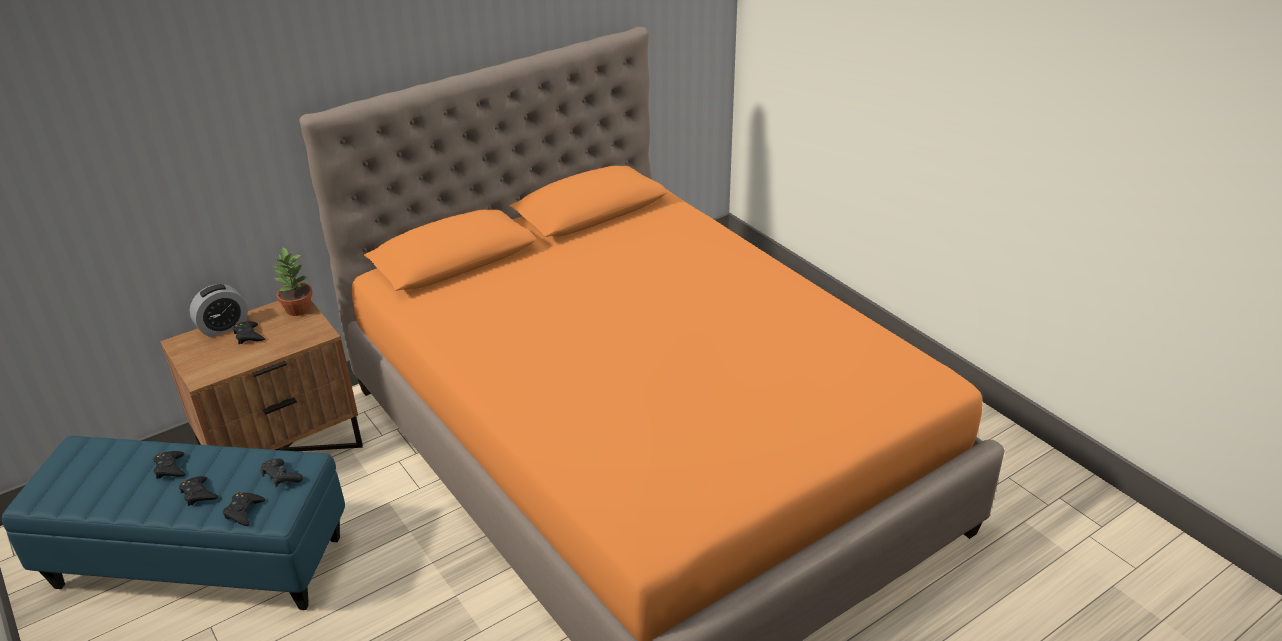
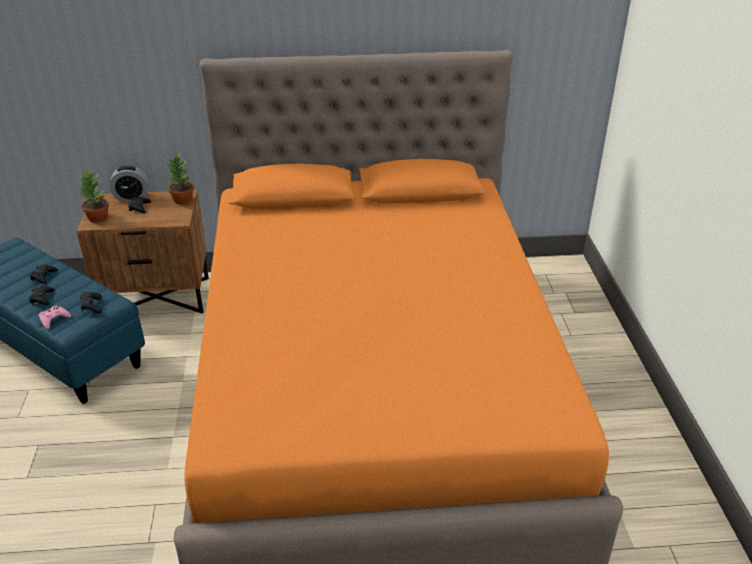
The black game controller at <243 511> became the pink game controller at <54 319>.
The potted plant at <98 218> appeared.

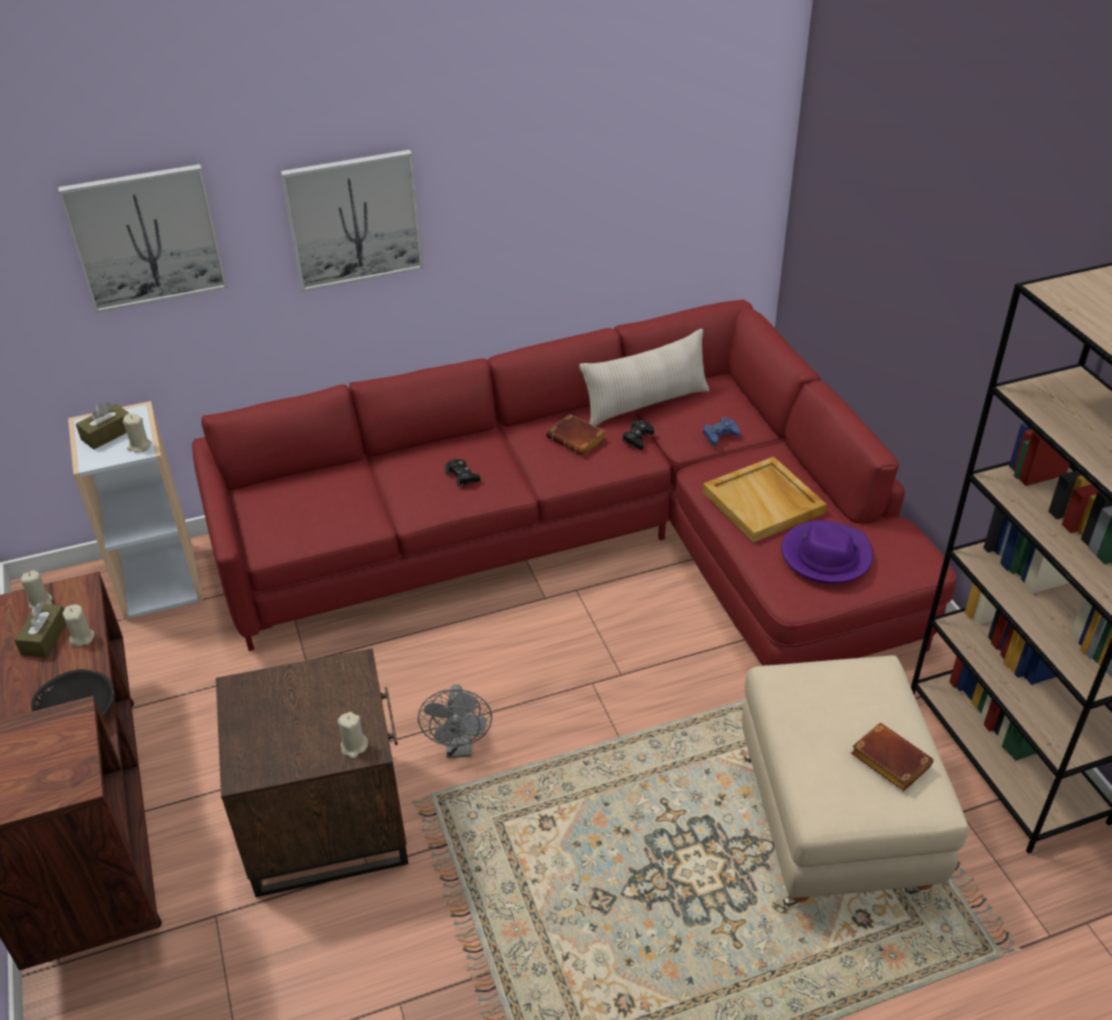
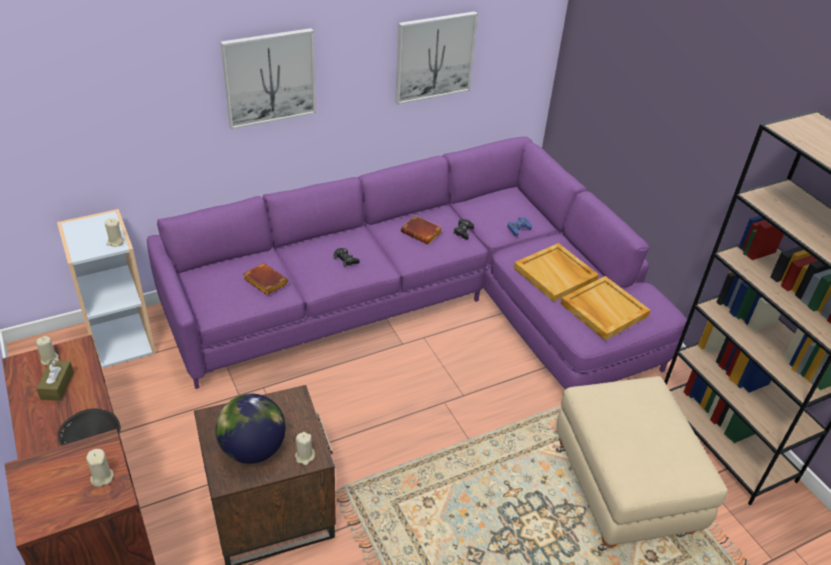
The beige candle moved from <82 638> to <101 477>.
The red sofa at <587 541> became the purple sofa at <426 303>.
The globe at <253 449> appeared.
The brown book moved from <887 761> to <264 282>.
The picture moved from <146 237> to <434 57>.
The purple hat at <826 556> was replaced by the beige tray at <603 310>.
The brown tissue box at <107 434> disappeared.
The grey fan at <459 747> disappeared.
The beige pillow at <645 403> disappeared.

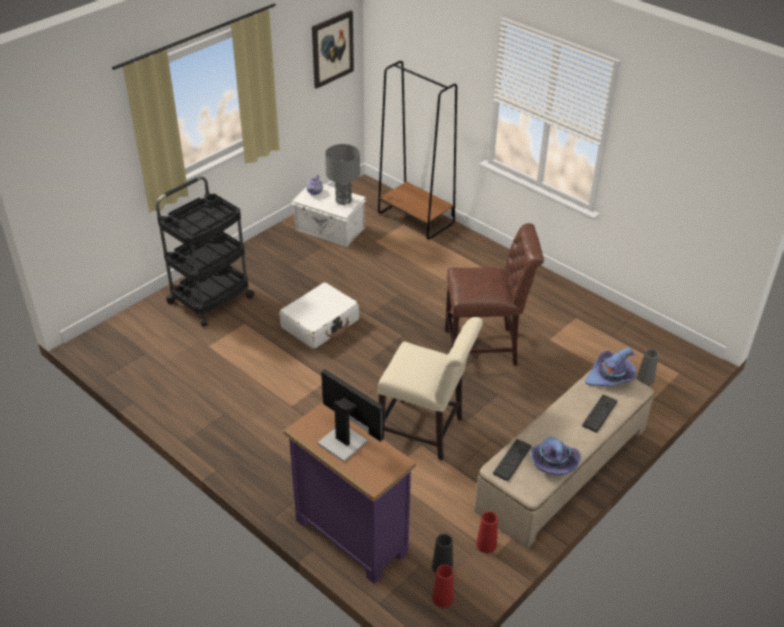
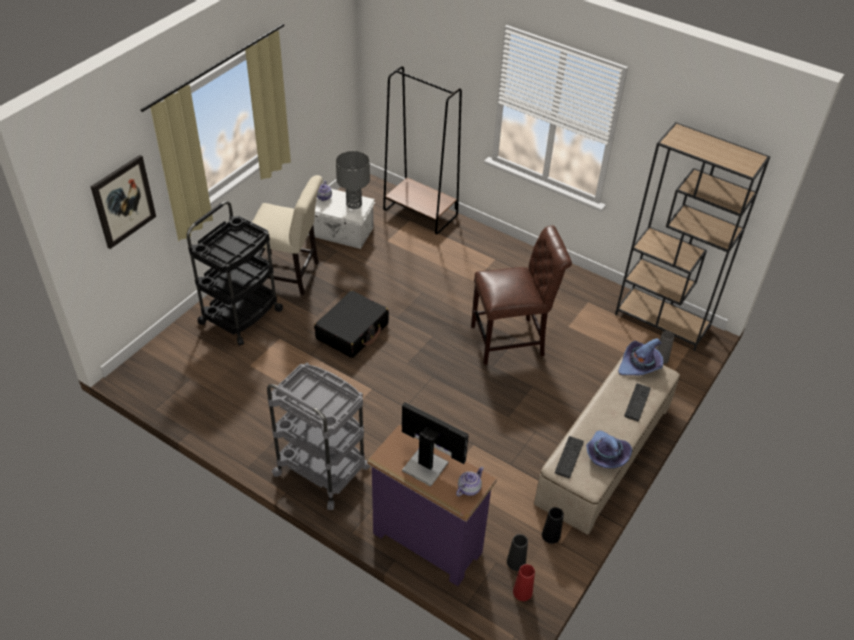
The picture moved from <332 49> to <123 201>.
The beige chair moved from <426 432> to <290 275>.
The grey cart at <322 470> appeared.
The white suitcase at <320 324> became the black suitcase at <352 331>.
The teapot at <469 488> appeared.
The red vase at <486 544> became the black vase at <551 535>.
The bookcase at <663 321> appeared.

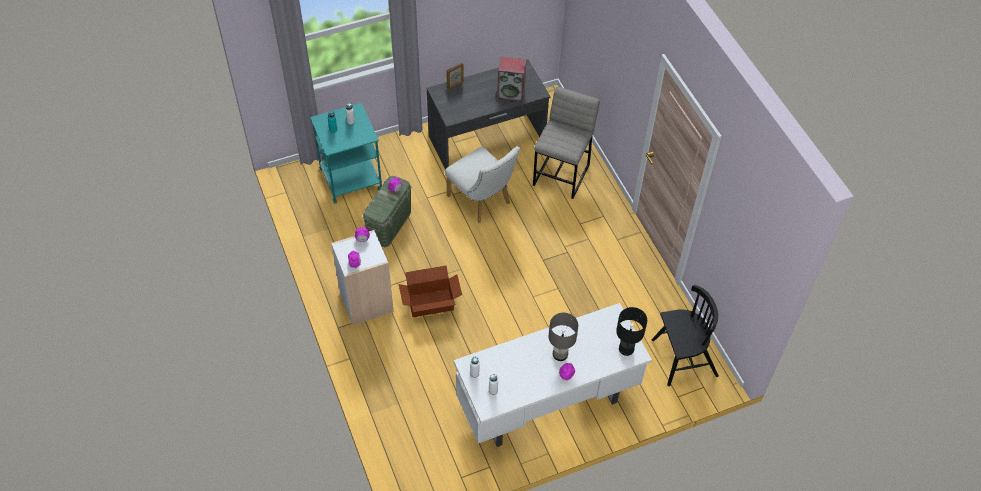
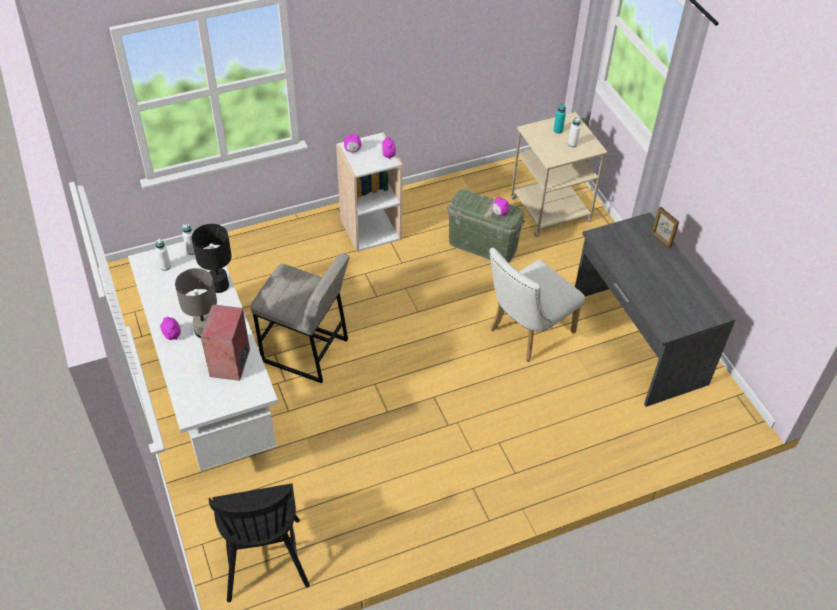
The black table lamp moved from <626 349> to <219 285>.
The speaker moved from <511 93> to <230 363>.
The grey chair moved from <562 173> to <307 351>.
The turquoise cart at <351 178> became the beige cart at <550 211>.
The cardboard box at <430 302> disappeared.

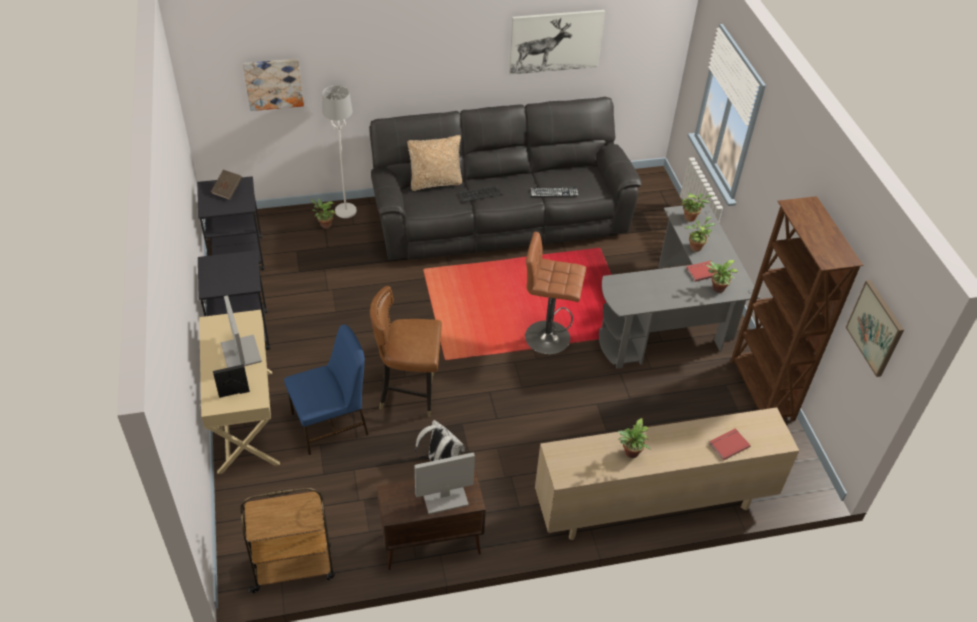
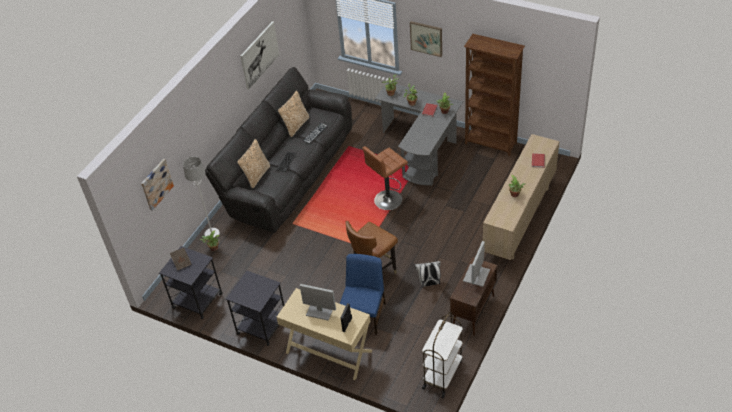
The beige pillow at <296 126> appeared.
The picture moved from <875 328> to <426 38>.
The brown cart at <293 569> became the white cart at <443 374>.

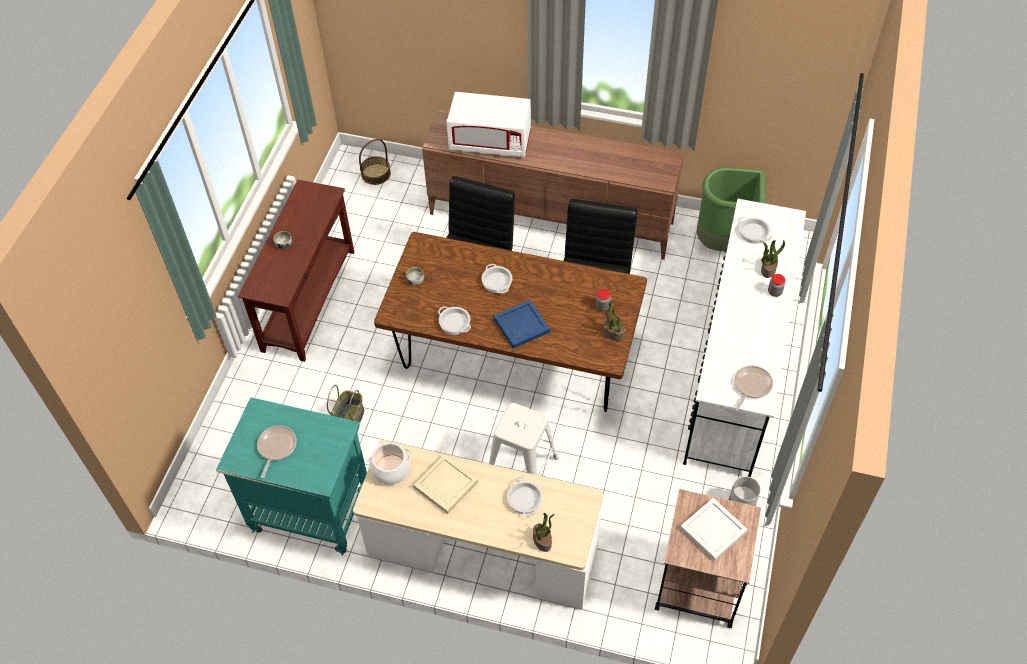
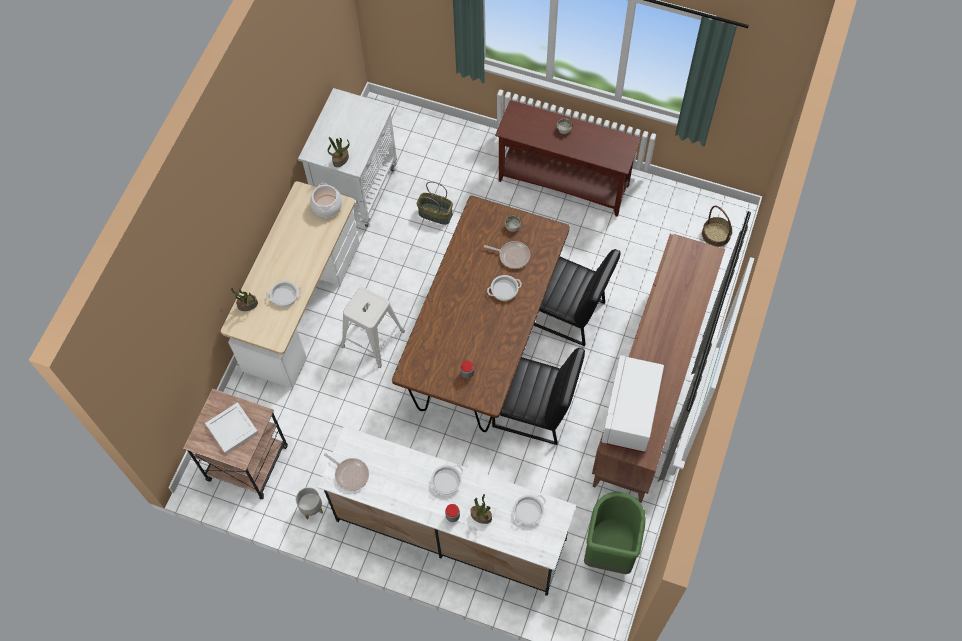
The turquoise cart at <310 511> became the white cart at <357 188>.
The potted plant moved from <612 334> to <340 159>.
The cooking pot moved from <455 323> to <446 481>.
The frying pan moved from <276 447> to <512 256>.
The white microwave moved from <490 142> to <630 413>.
The beige tray at <445 484> disappeared.
The blue tray at <520 325> disappeared.

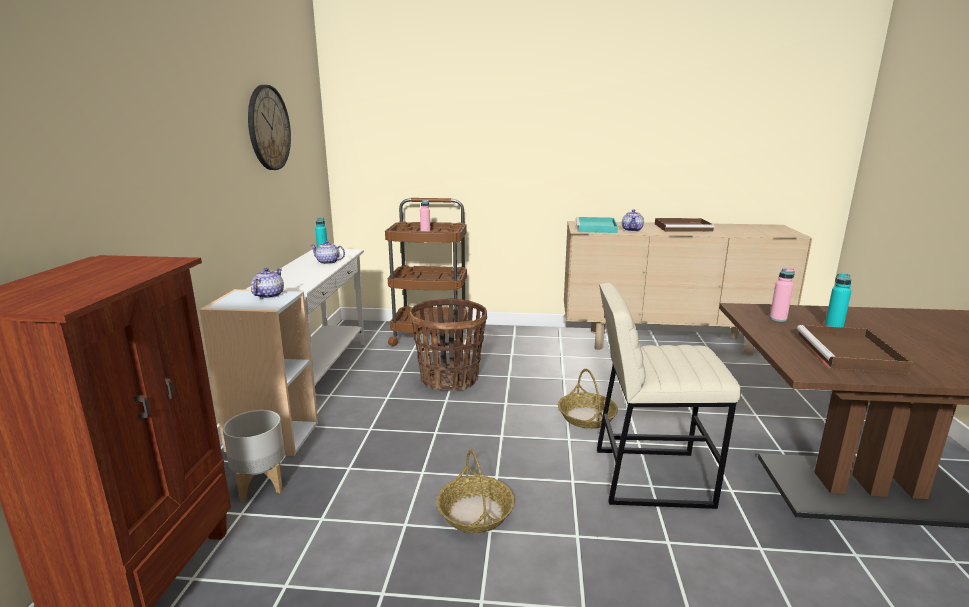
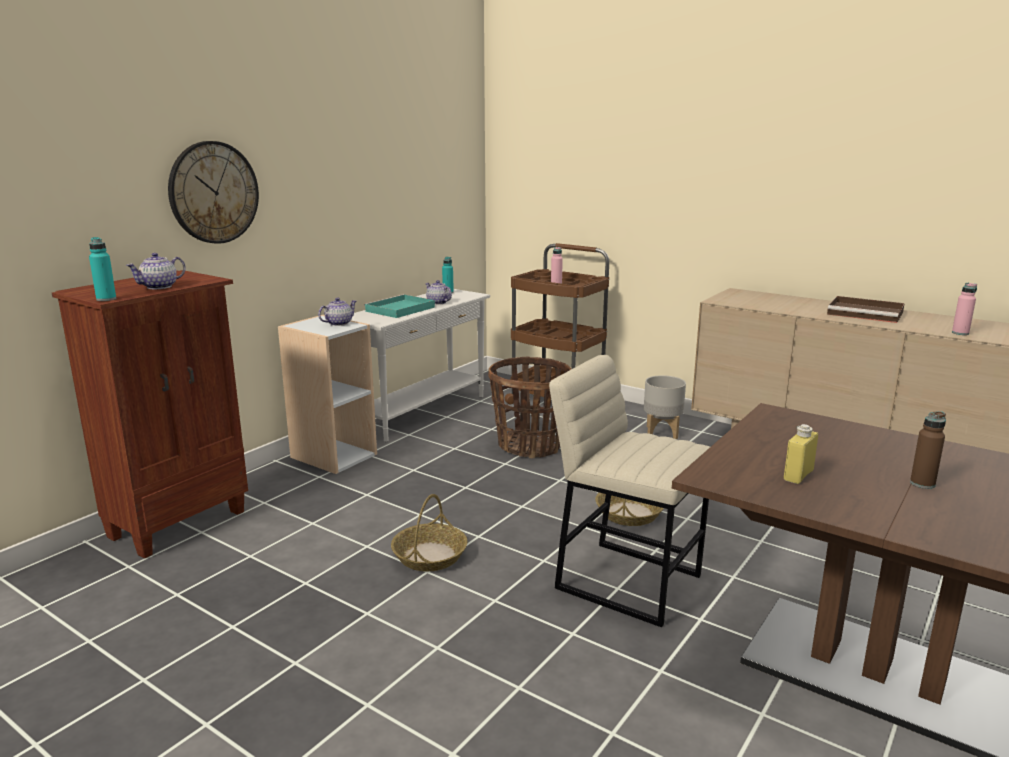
The turquoise bottle moved from <833 326> to <106 299>.
The teapot moved from <632 230> to <160 287>.
The wall clock moved from <268 128> to <213 192>.
The turquoise tray moved from <596 228> to <399 309>.
The grey planter moved from <262 485> to <662 432>.
The brown tray at <850 353> was replaced by the yellow bottle at <798 475>.
The brown bottle at <922 484> appeared.
The pink bottle moved from <778 319> to <960 333>.

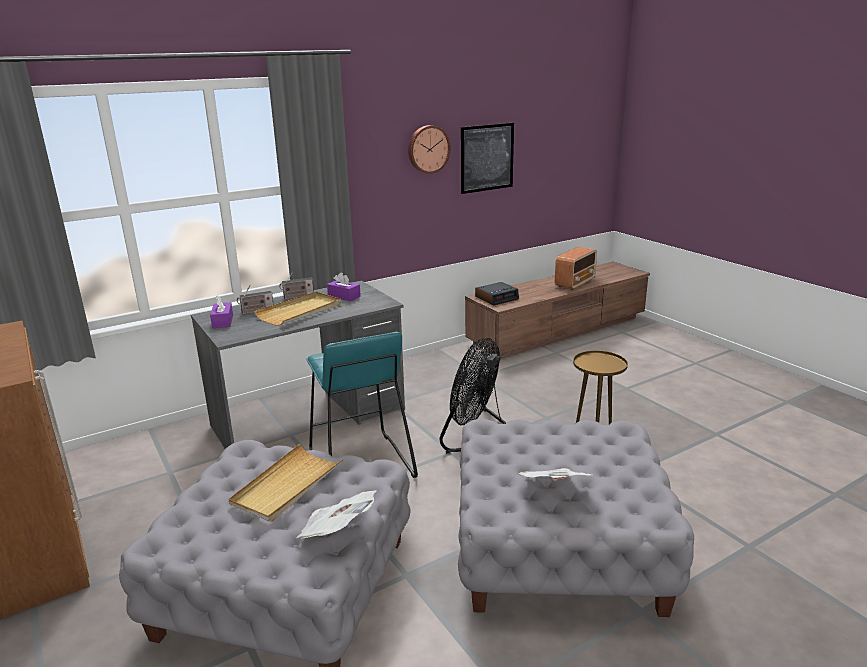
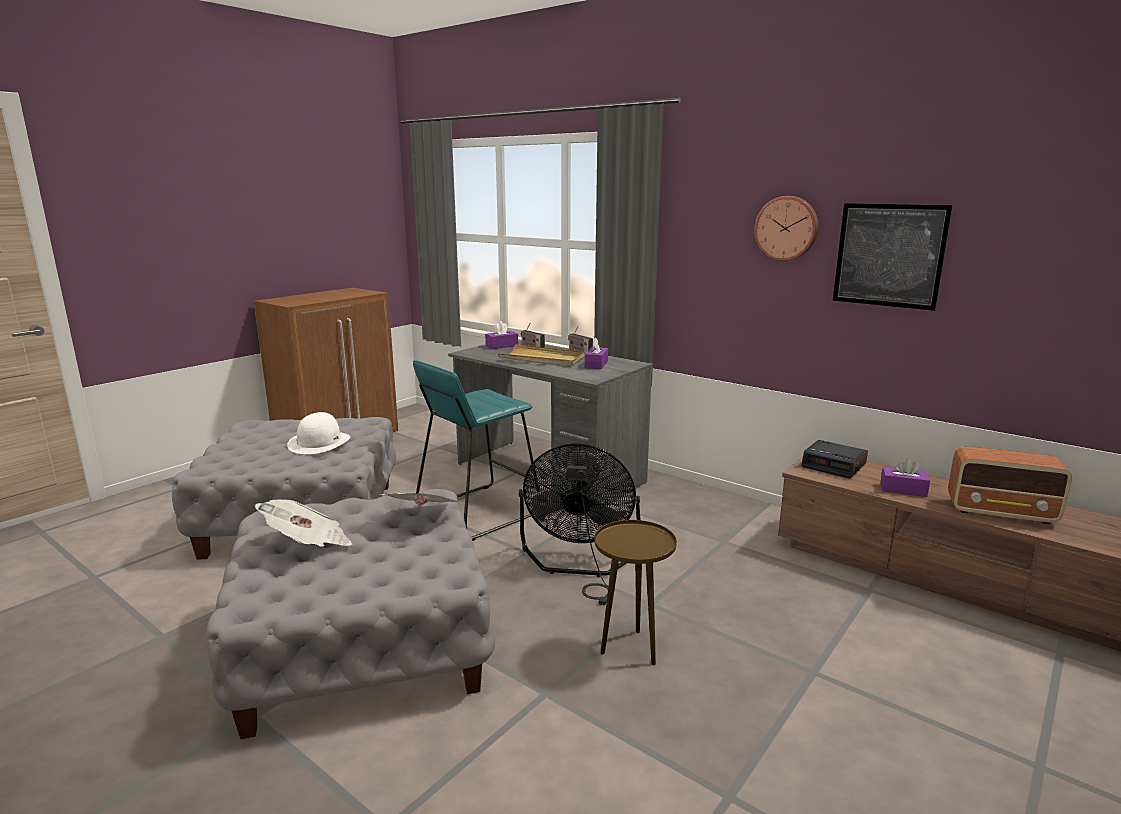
The beige tray at <287 485> was replaced by the white hat at <319 442>.
The newspaper moved from <337 532> to <423 517>.
The purple tissue box at <903 490> appeared.

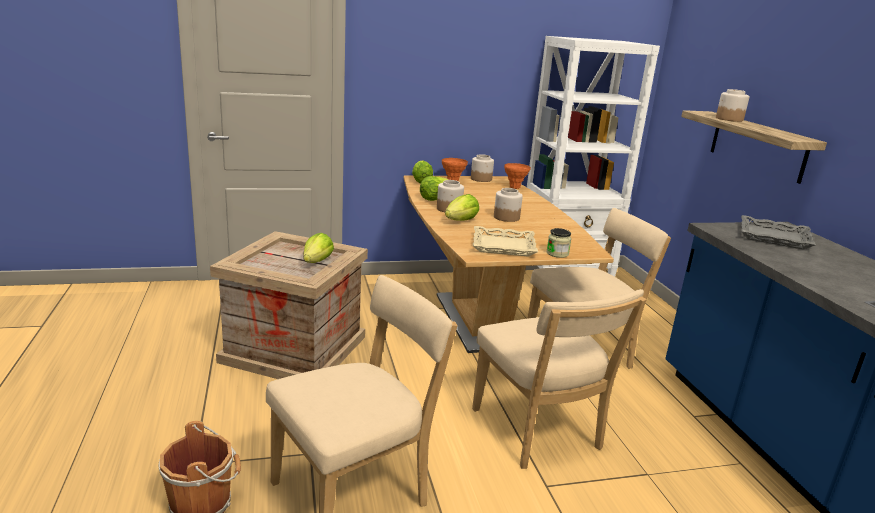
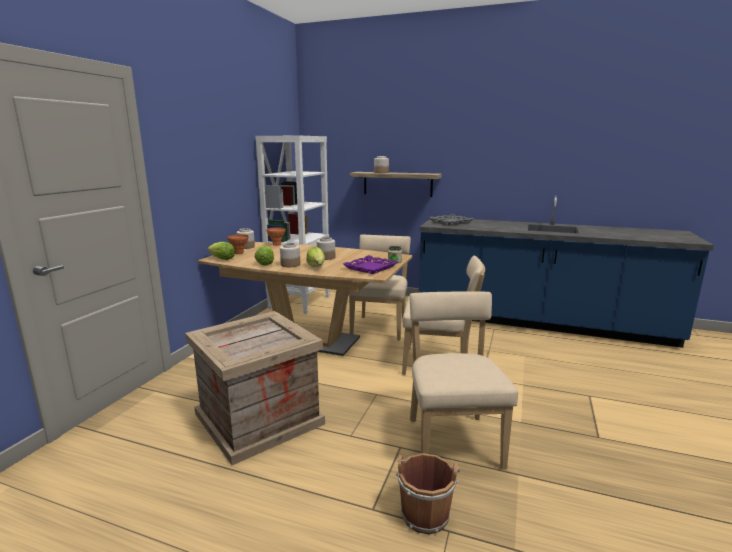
The beige tray at <503 246> became the purple tray at <371 268>.
The lettuce at <317 262> disappeared.

